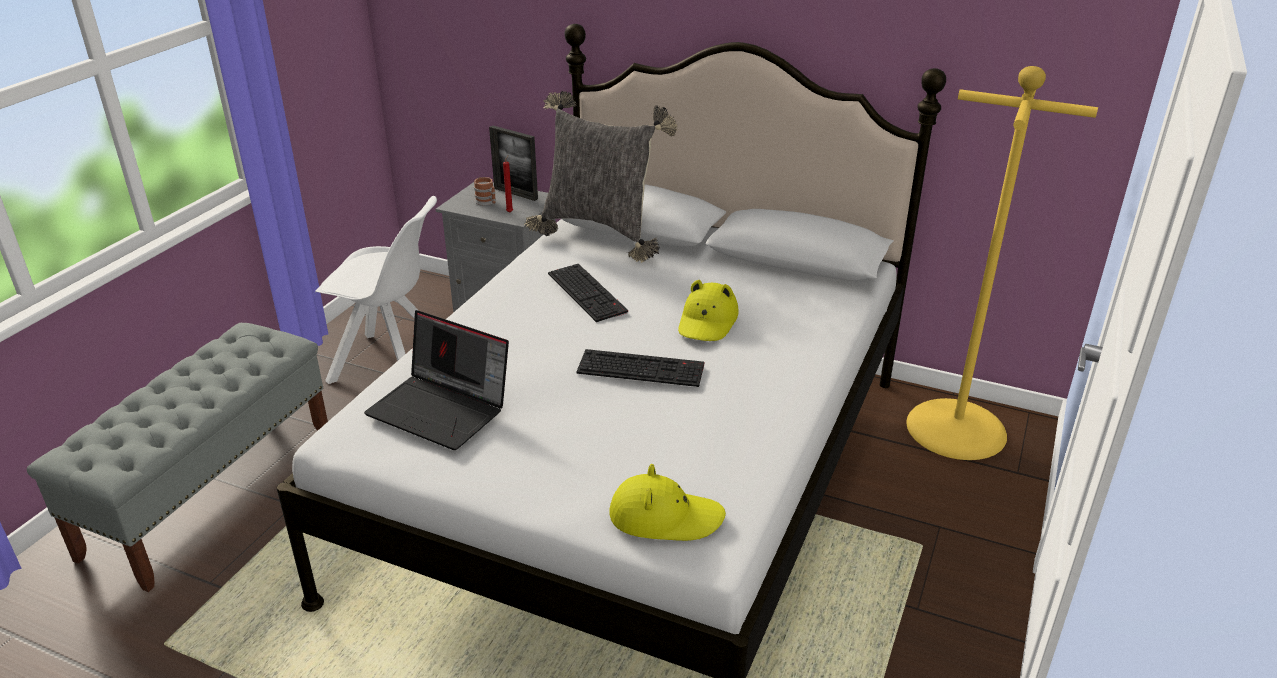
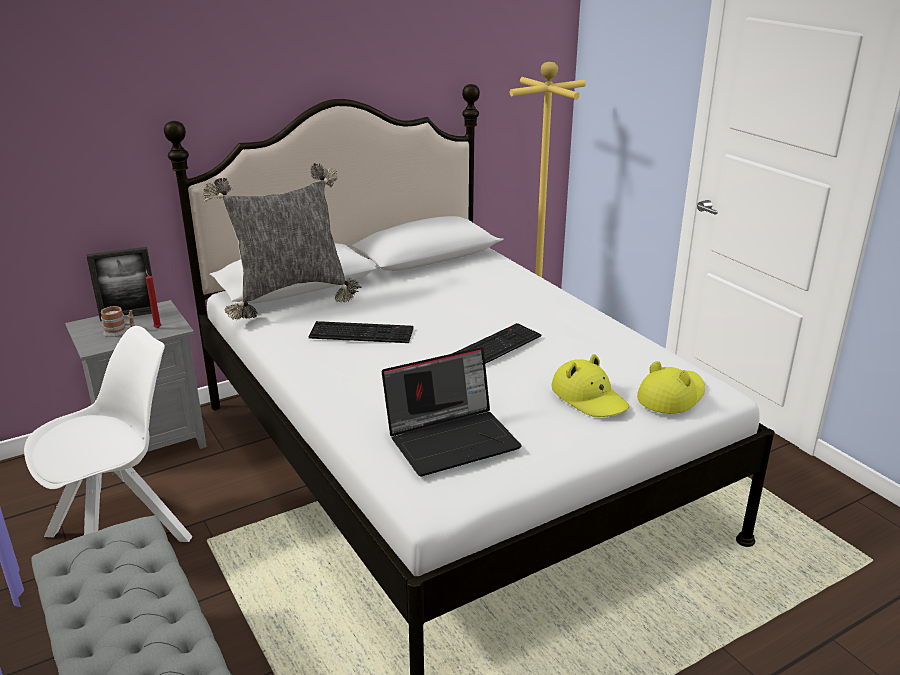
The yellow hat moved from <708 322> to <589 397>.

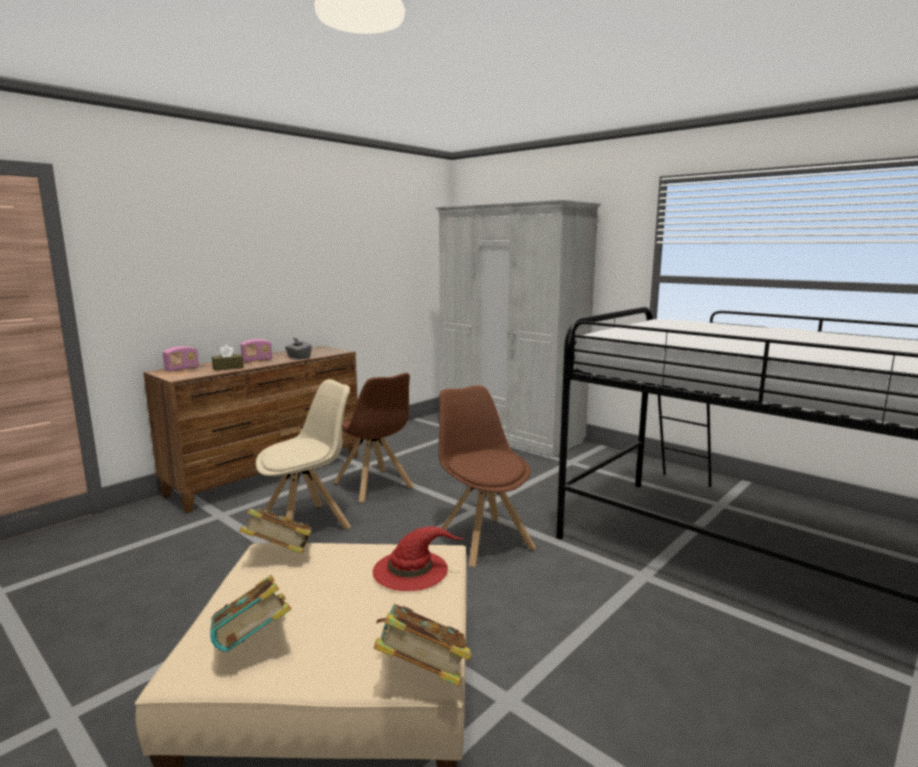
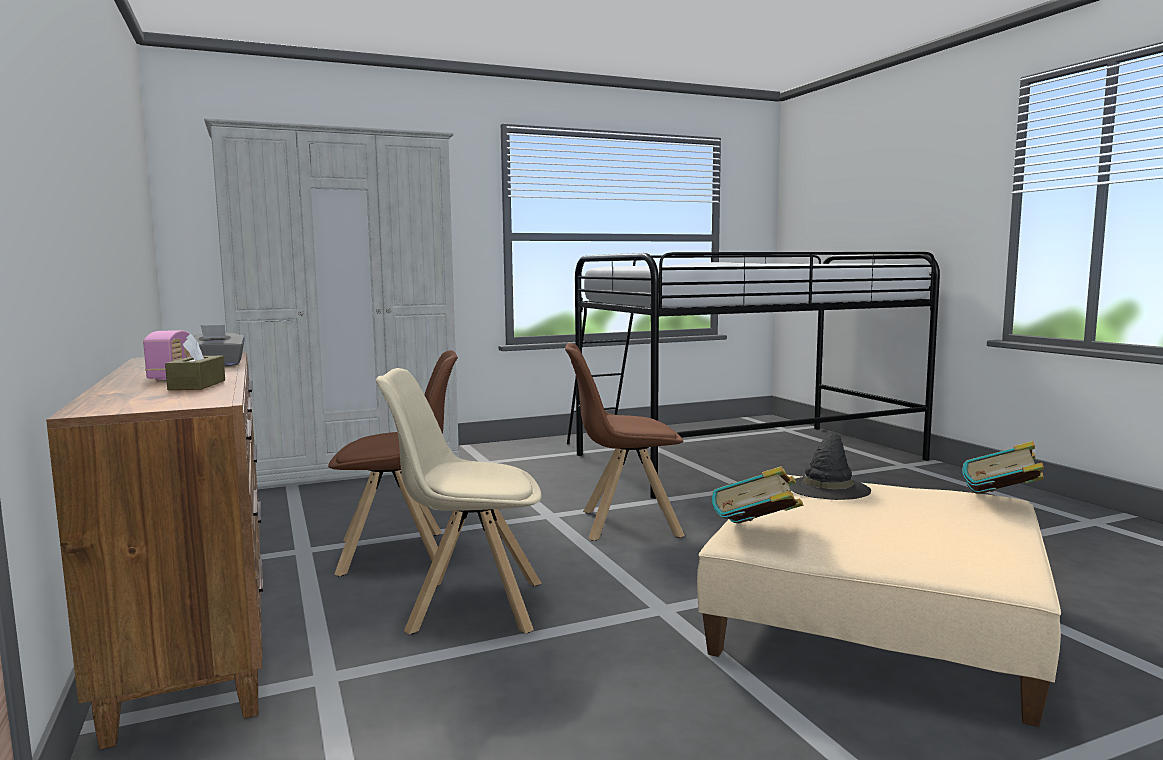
The beige chair at <308 524> turned 75 degrees counterclockwise.
The red hat at <411 569> became the black hat at <827 487>.
The radio at <182 369> disappeared.
The book at <253 643> disappeared.

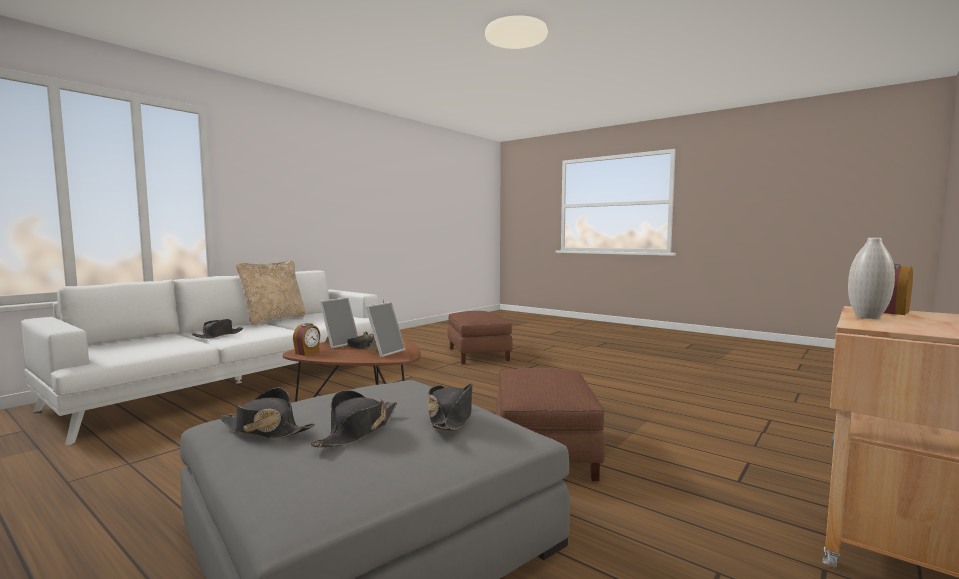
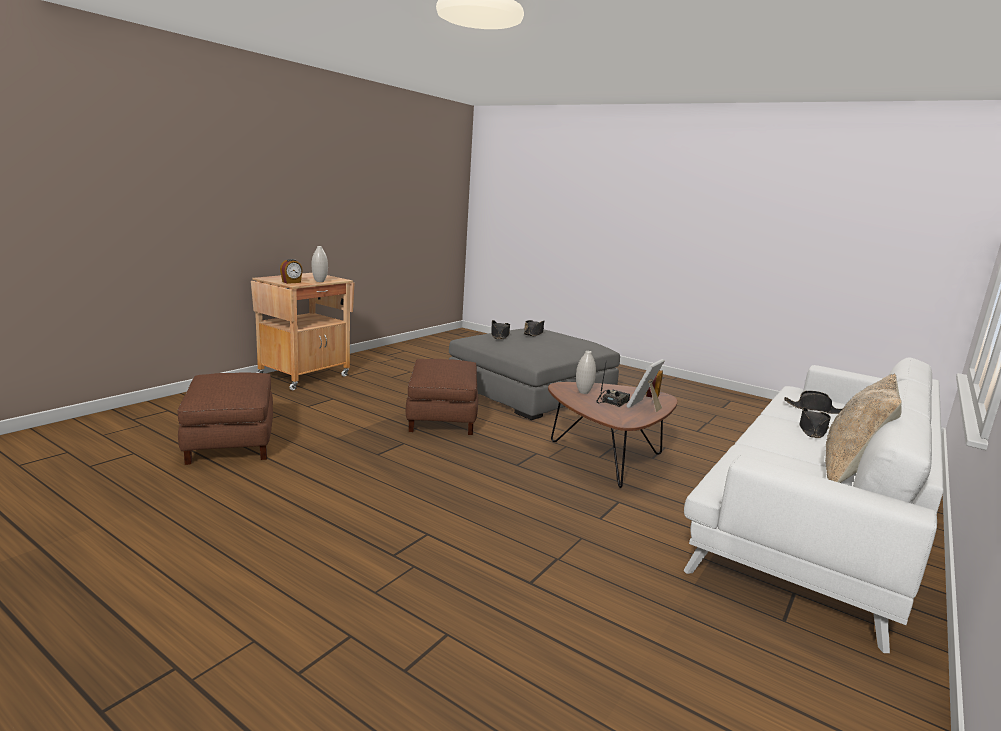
The brown ottoman moved from <479 354> to <230 441>.
The picture frame at <384 352> was replaced by the white vase at <583 392>.
The black hat moved from <265 430> to <814 409>.

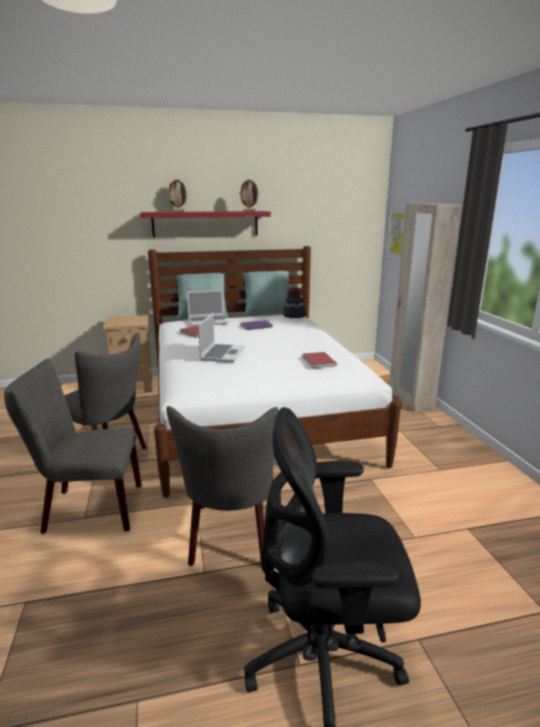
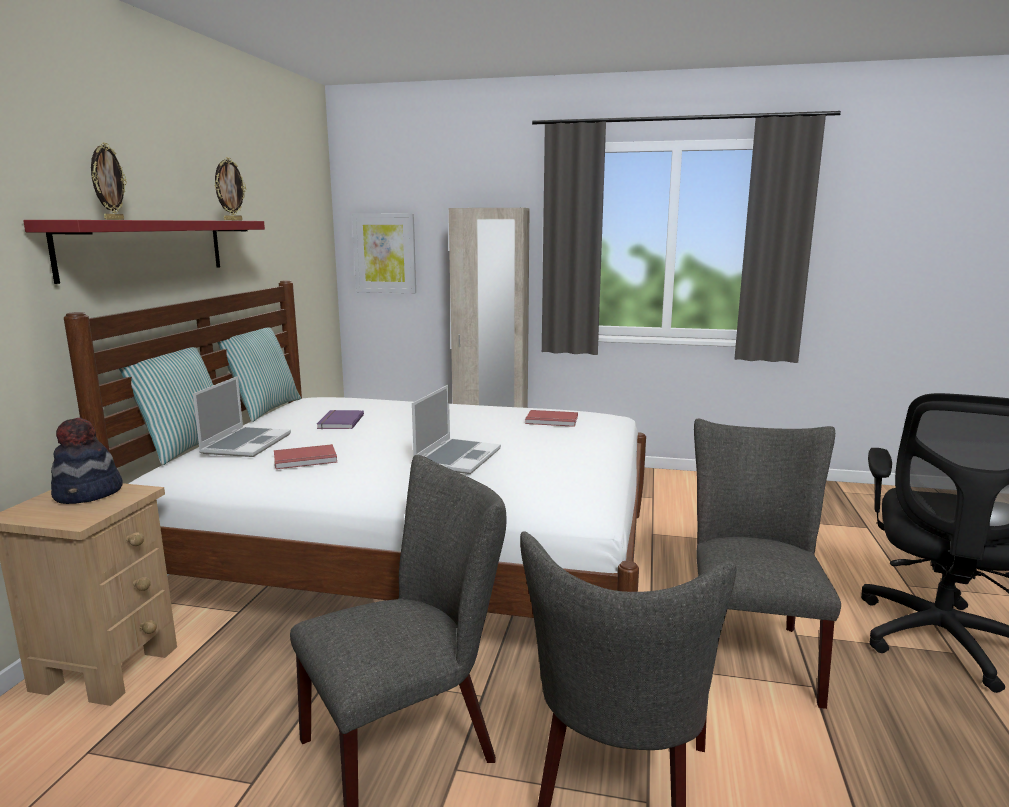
The hat moved from <294 316> to <89 494>.
The laptop at <222 354> turned 75 degrees clockwise.
The grey chair at <232 539> turned 105 degrees counterclockwise.

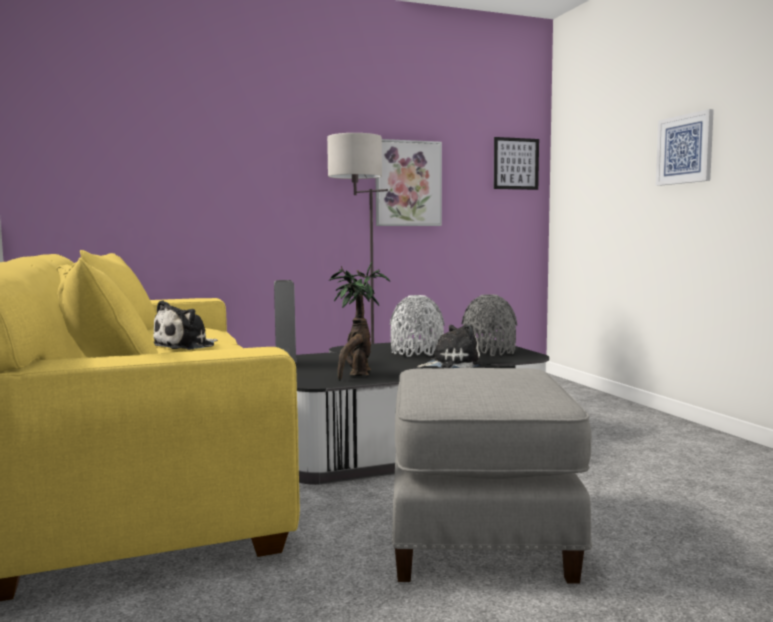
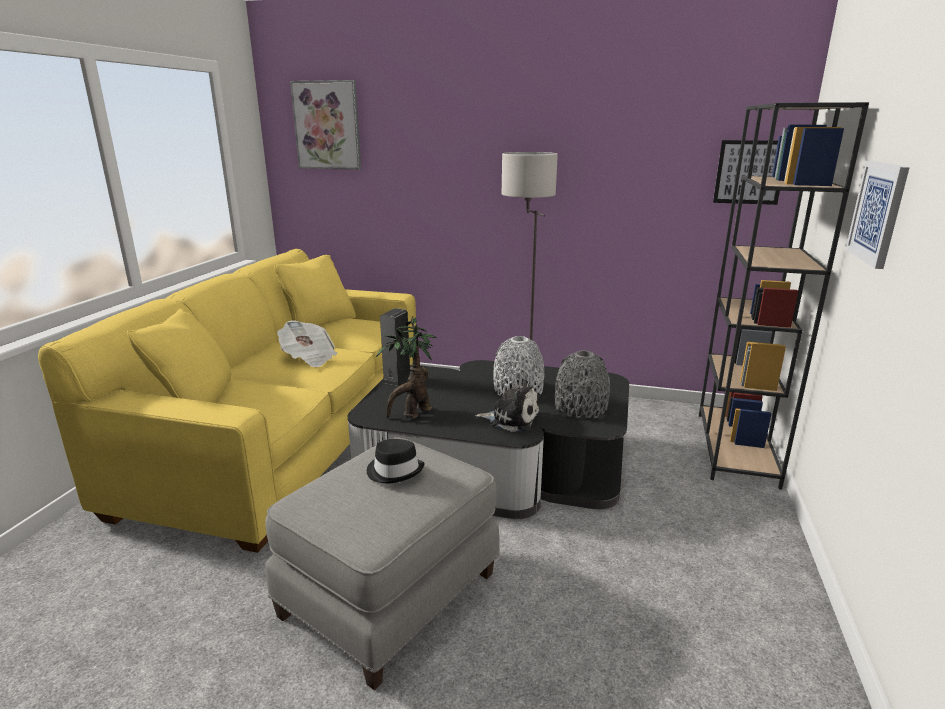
The plush toy at <186 346> was replaced by the newspaper at <309 357>.
The picture moved from <408 183> to <327 125>.
The black hat at <395 470> appeared.
The bookcase at <736 449> appeared.

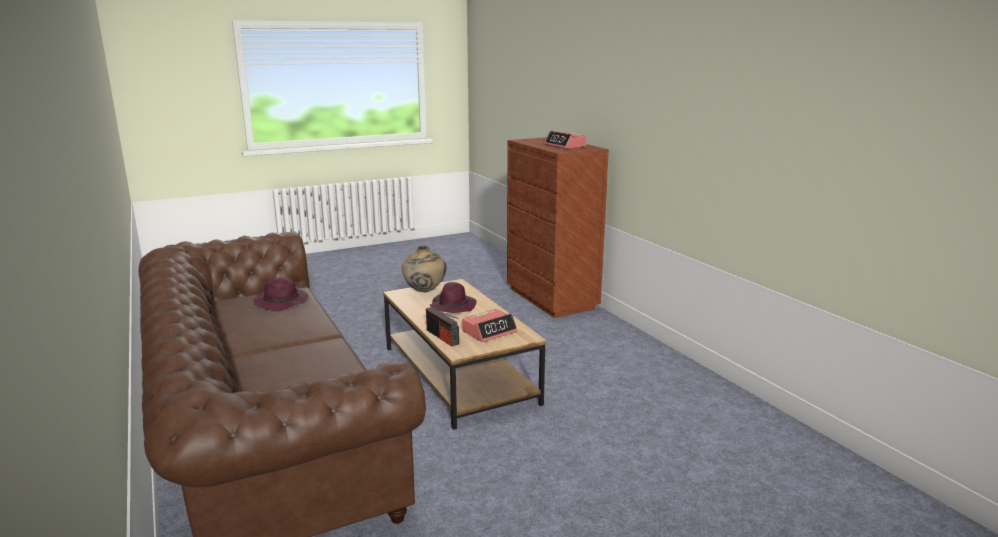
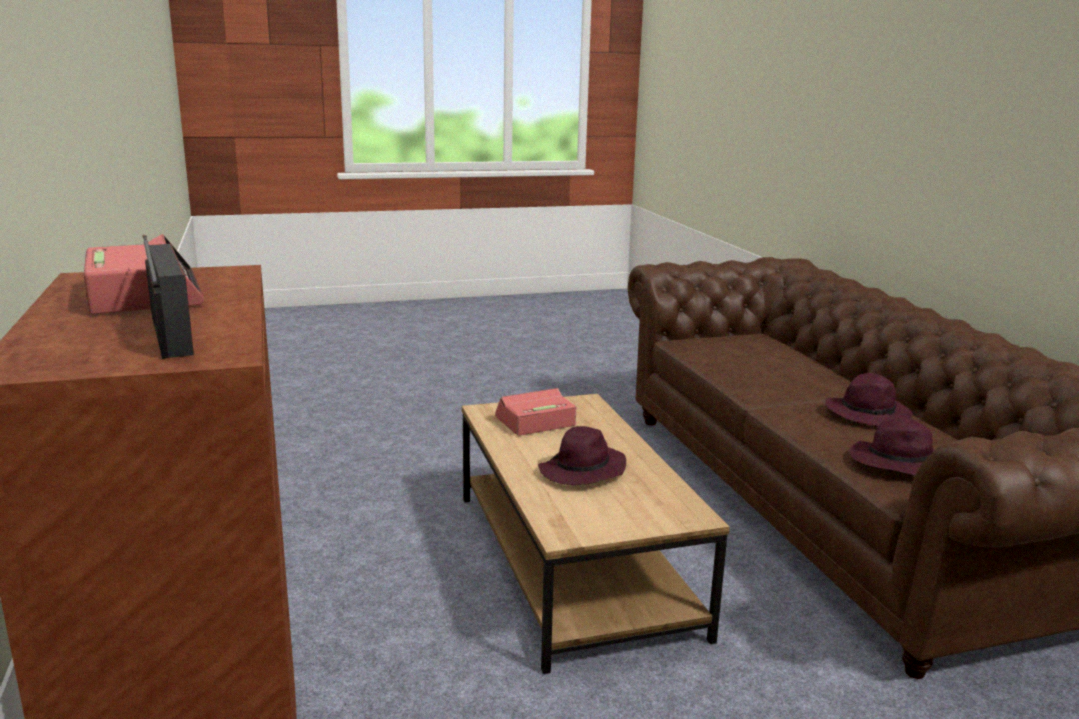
The radio moved from <442 337> to <171 334>.
The purple hat at <868 414> appeared.
The beige vase at <425 292> disappeared.

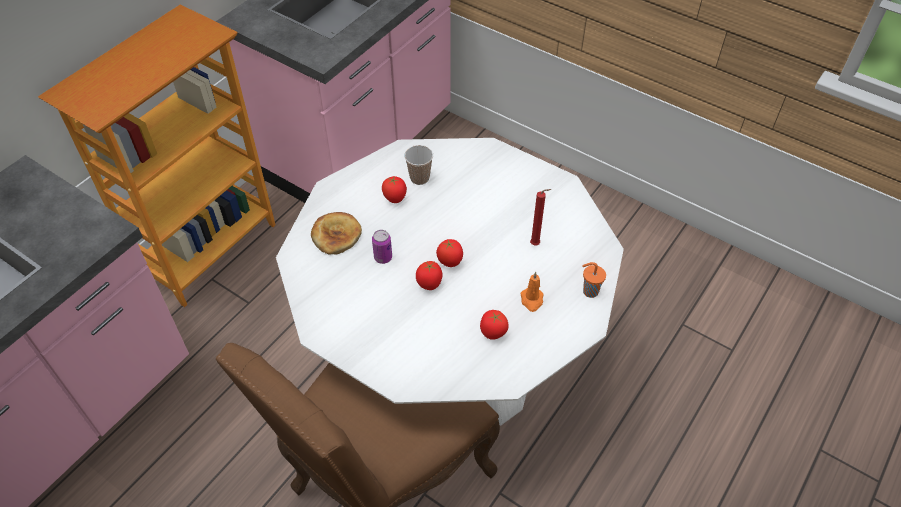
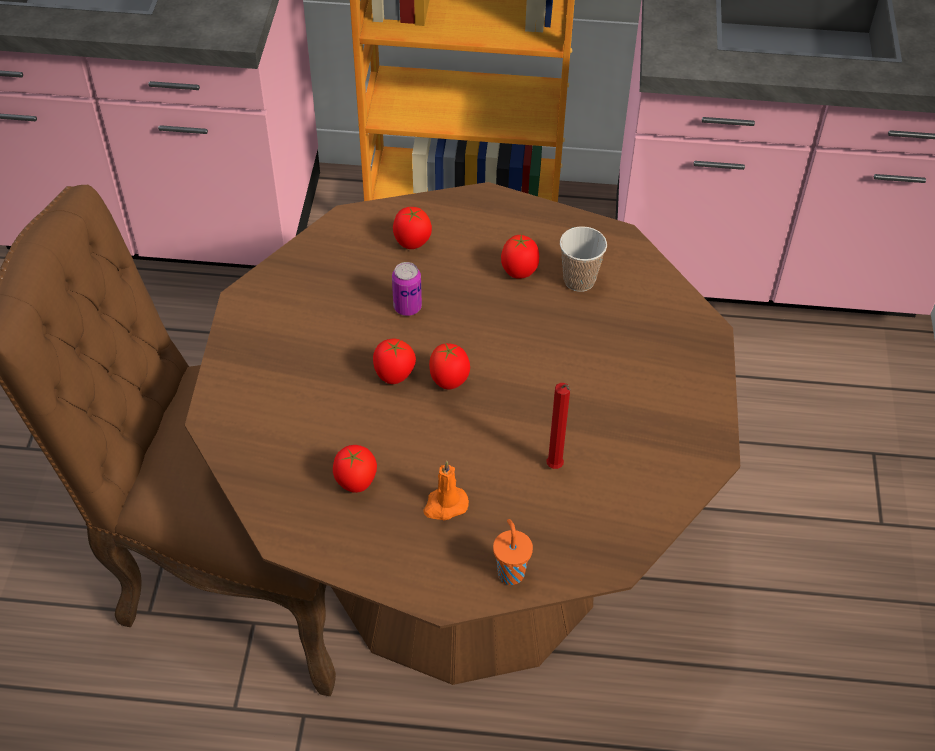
The white dining table at <450 367> became the brown dining table at <465 560>.
The bread at <336 235> was replaced by the tomato at <412 243>.

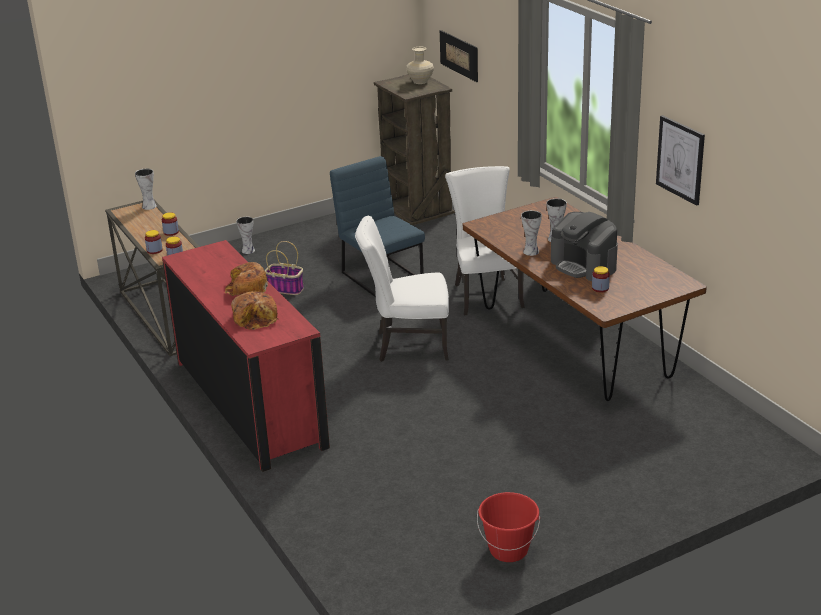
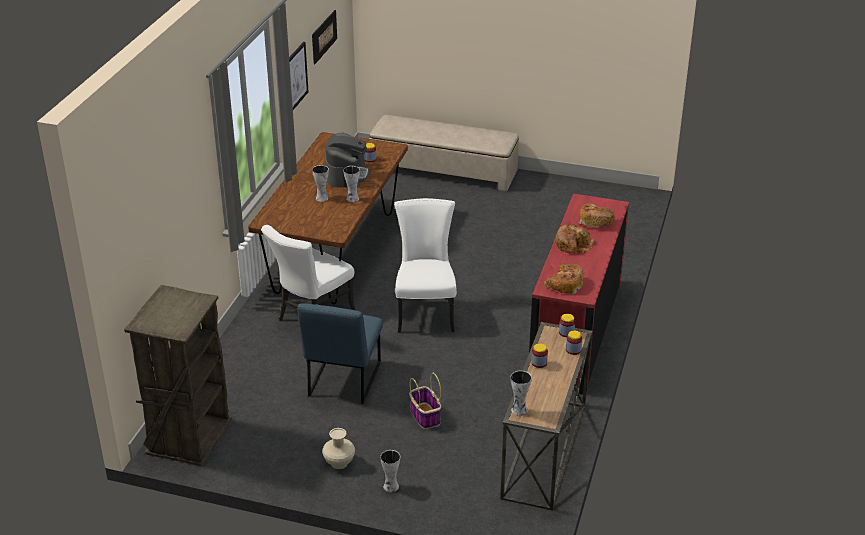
The picture moved from <459 55> to <324 36>.
The beige vase moved from <420 81> to <339 463>.
The beige bench at <444 170> appeared.
The white chair at <407 345> turned 135 degrees counterclockwise.
The bread at <564 284> appeared.
The red bucket at <508 550> disappeared.

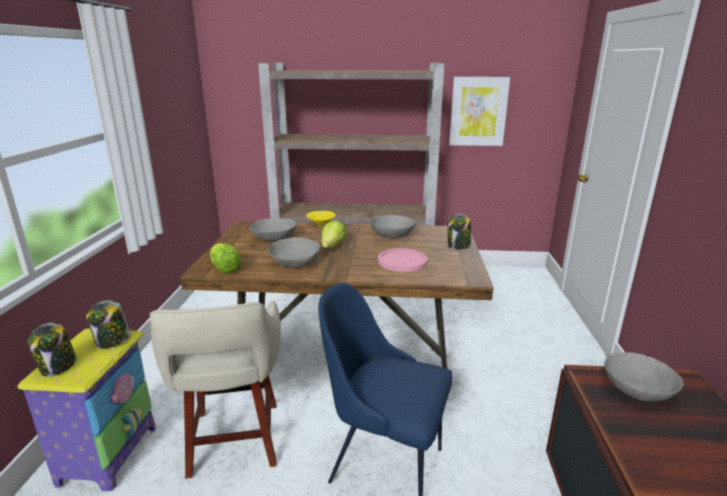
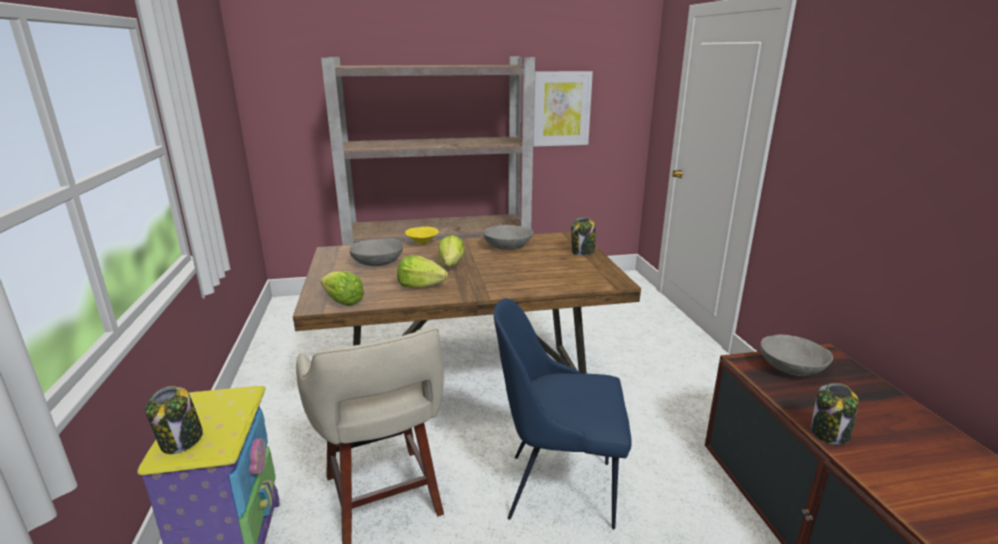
The grey bowl at <295 263> was replaced by the lettuce at <420 286>.
The jar moved from <112 341> to <830 433>.
The pink plate at <402 261> disappeared.

